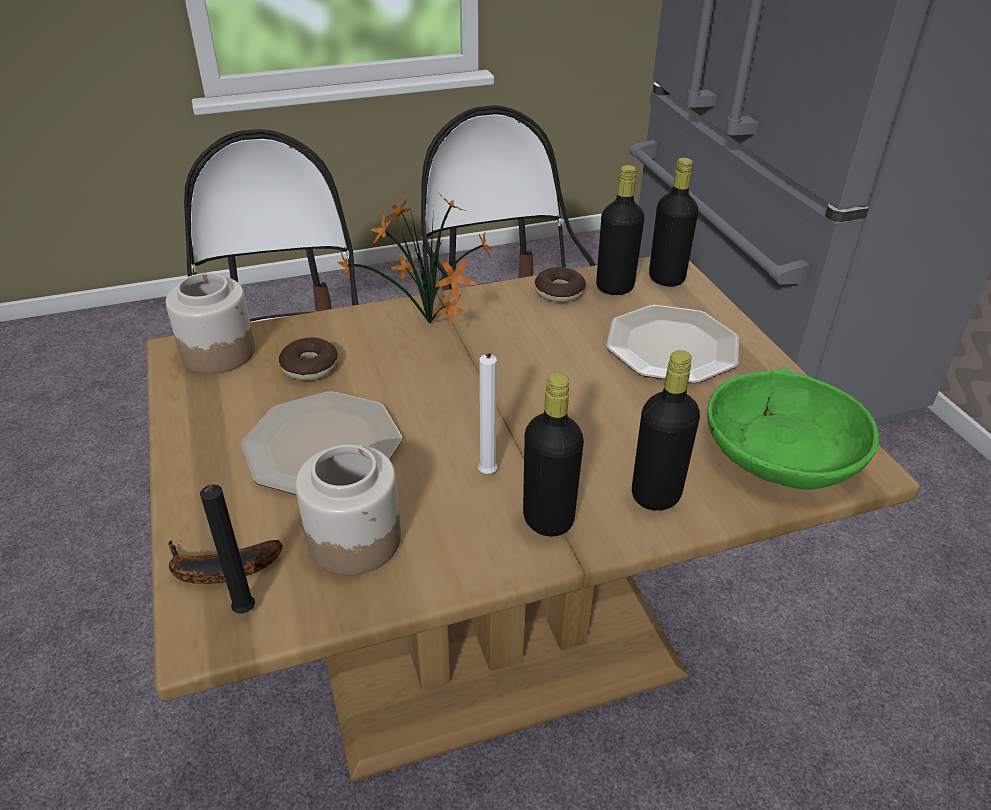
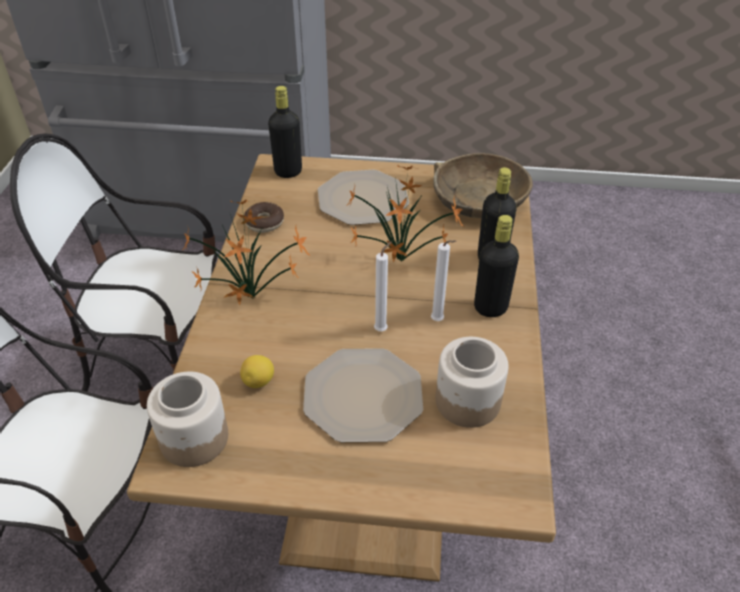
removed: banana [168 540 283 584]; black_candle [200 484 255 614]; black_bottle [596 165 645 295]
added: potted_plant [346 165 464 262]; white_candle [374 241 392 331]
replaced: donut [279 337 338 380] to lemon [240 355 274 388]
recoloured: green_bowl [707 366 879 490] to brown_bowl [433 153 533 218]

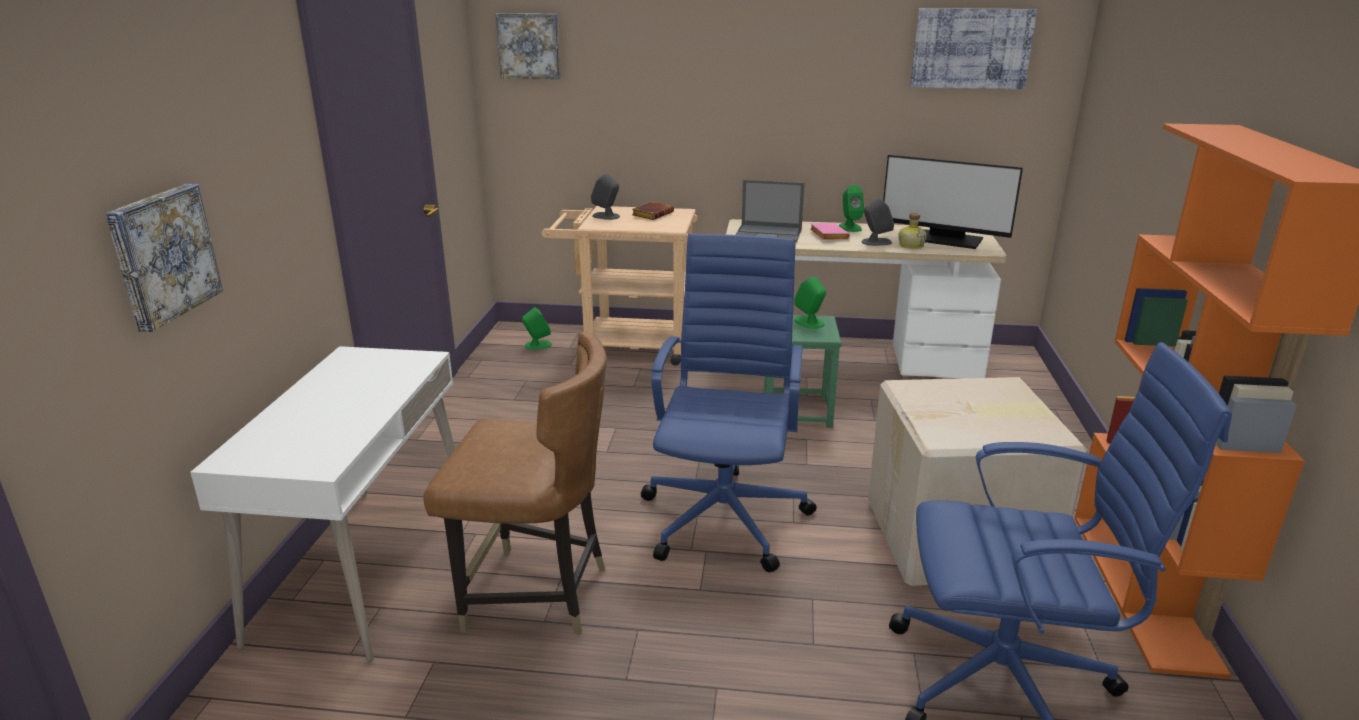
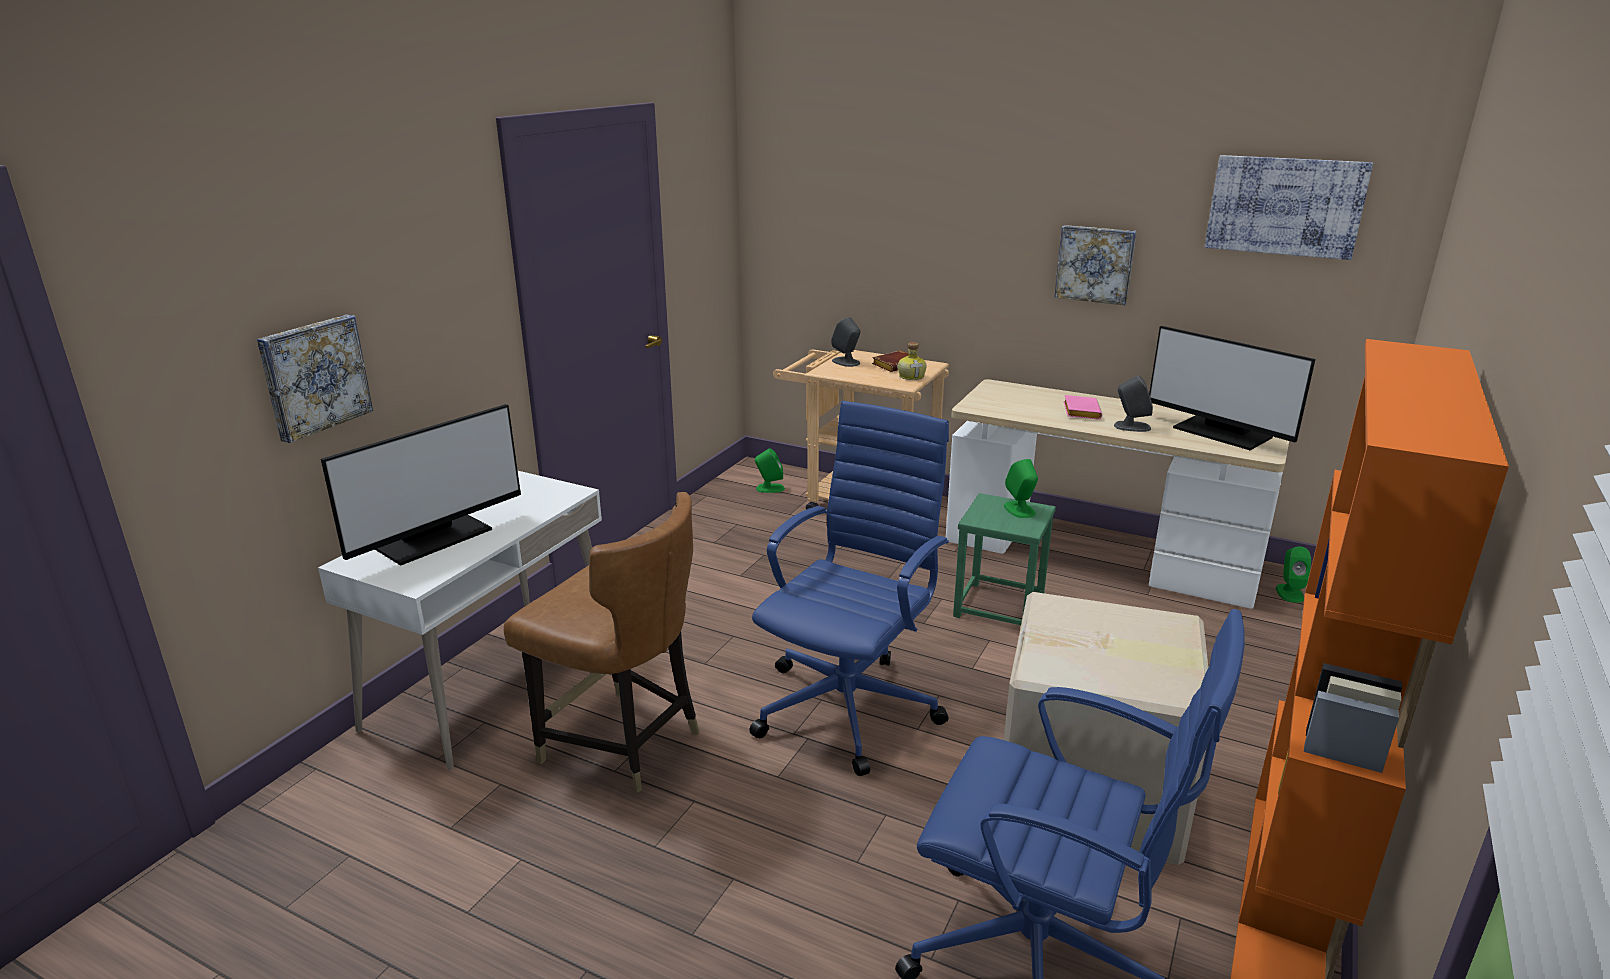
removed: laptop [735 180 804 242]
added: monitor [321 404 521 566]
moved: bottle [898 213 927 249] to [898 342 927 380]; picture [496 13 561 79] to [1054 225 1137 305]; green_speaker [839 185 864 232] to [1276 546 1311 603]

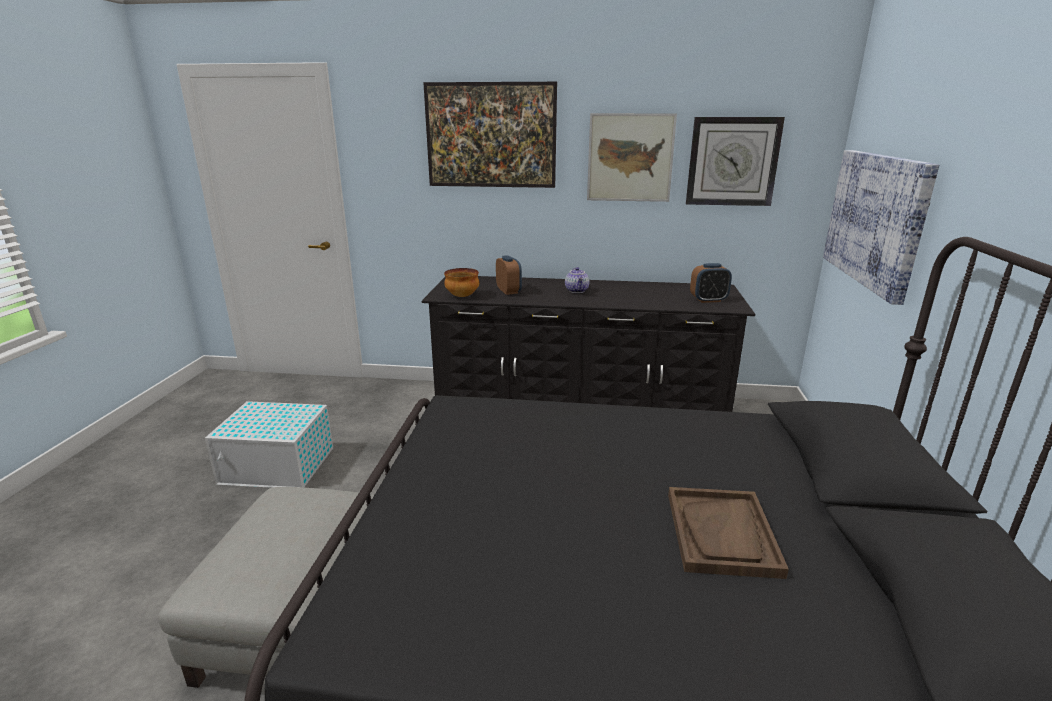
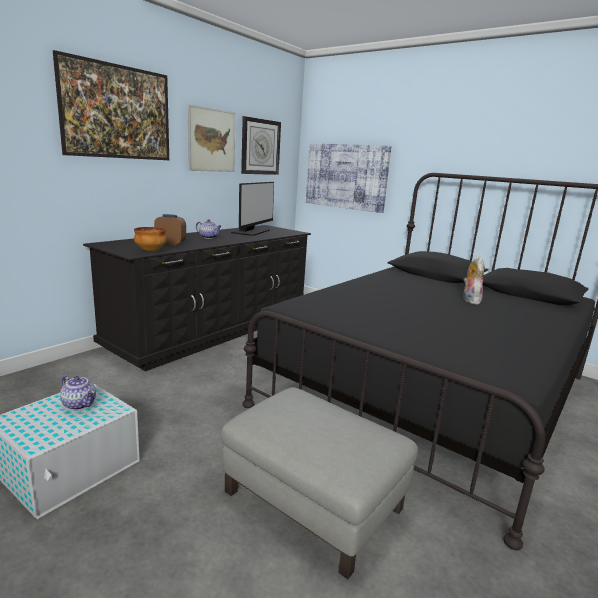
removed: alarm_clock [690 263 732 303]
added: teapot [60 375 96 410]; monitor [231 182 274 236]
replaced: brown_tray [668 487 789 579] to plush_toy [463 256 484 304]

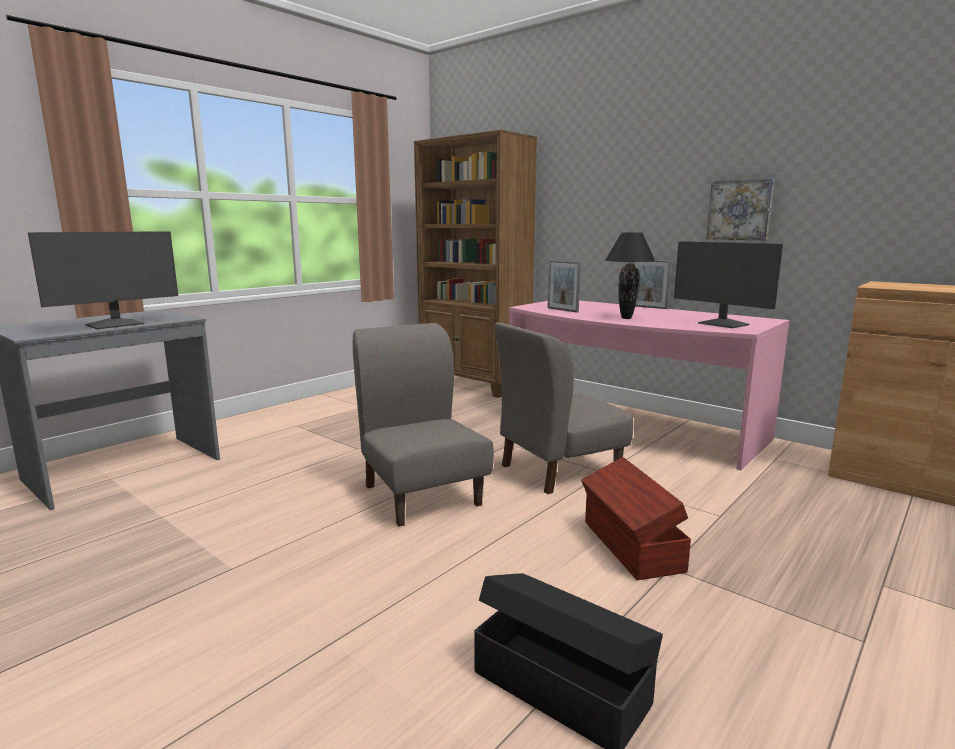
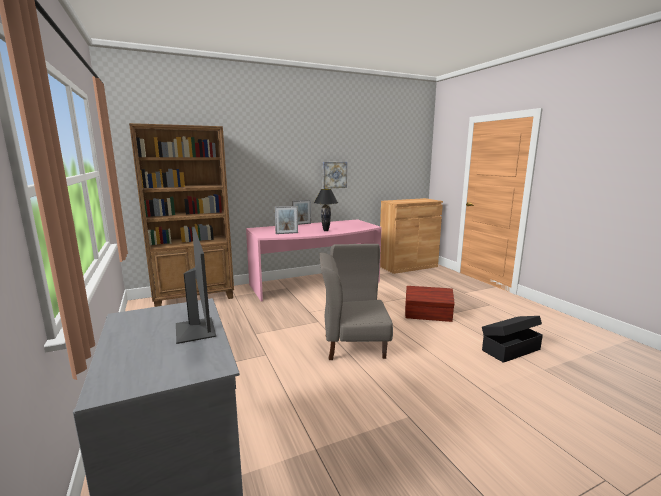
removed: monitor [674 241 783 328]

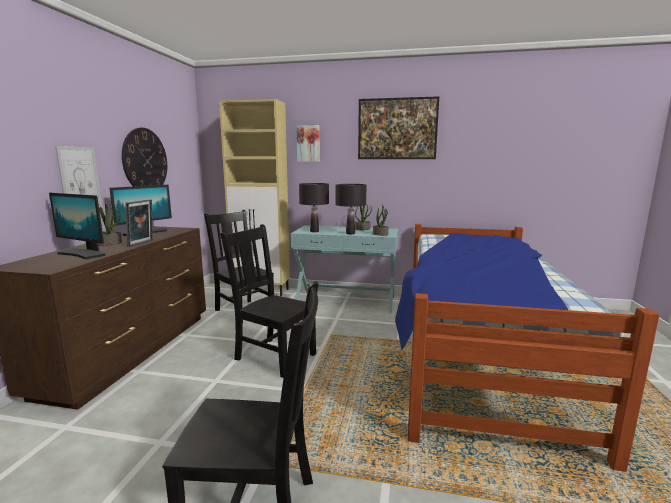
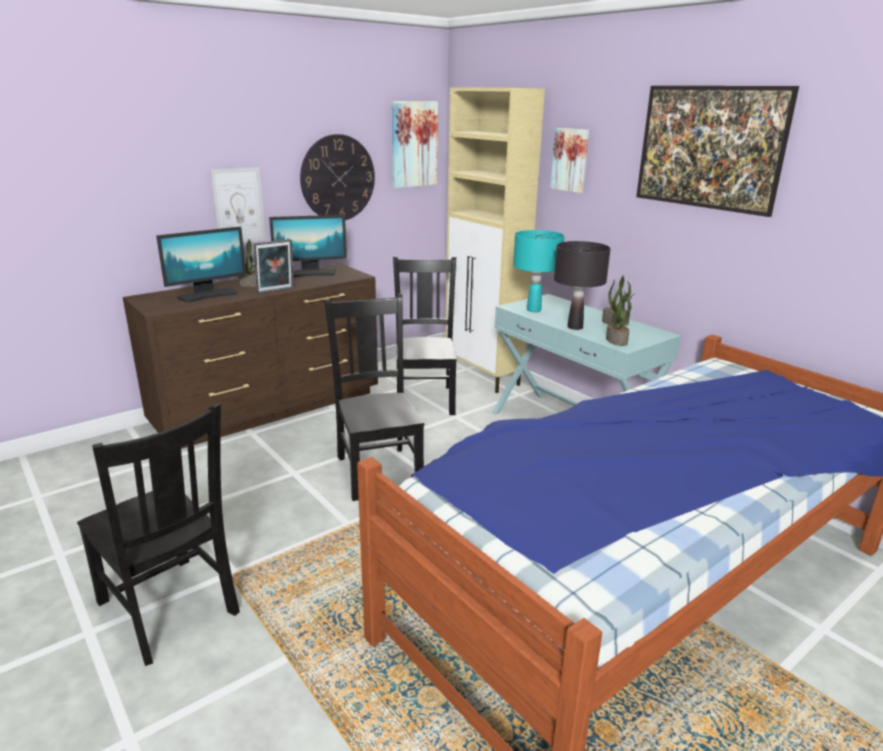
added: picture [392 101 438 188]
recoloured: black_table_lamp [299 183 329 232] to turquoise_table_lamp [513 230 564 312]
turned: monitor [49 193 106 260] = [156 226 246 303] 105 degrees counterclockwise

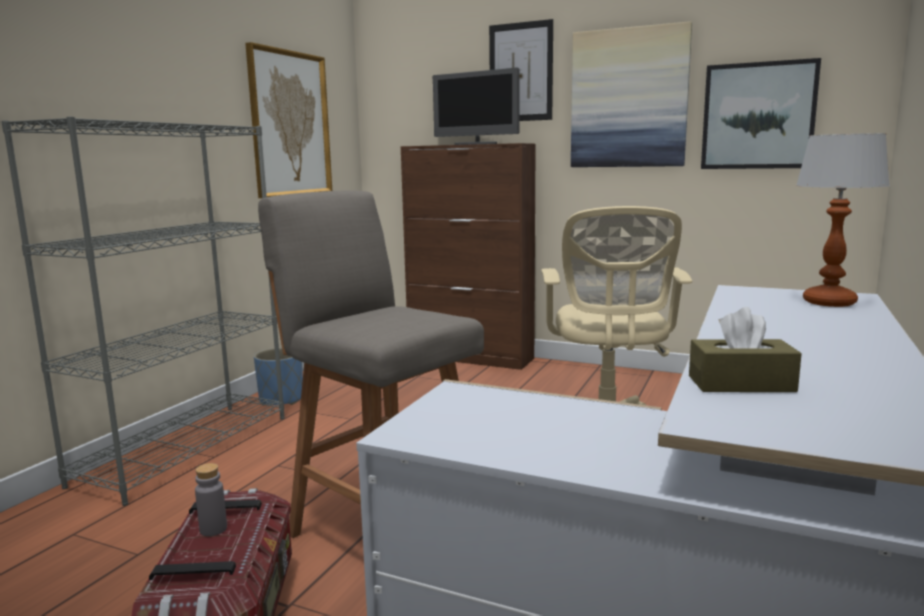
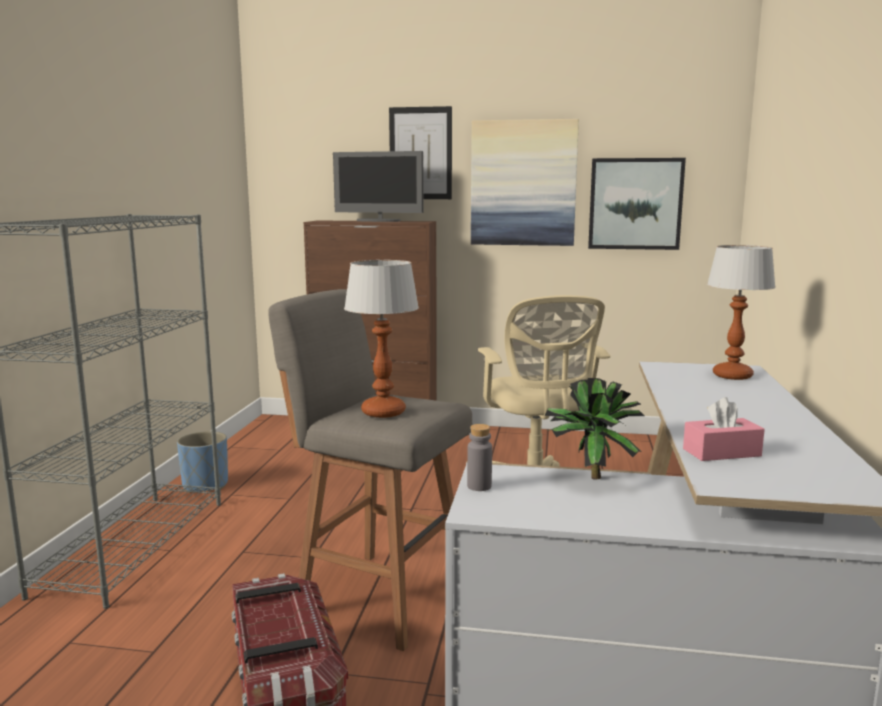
removed: picture [245 42 332 198]
added: table_lamp [344 260 419 418]; potted_plant [545 378 644 479]
moved: grey_bottle [195 463 227 536] to [467 424 492 491]
recoloured: brown_tissue_box [689 307 802 392] to pink_tissue_box [683 397 765 461]

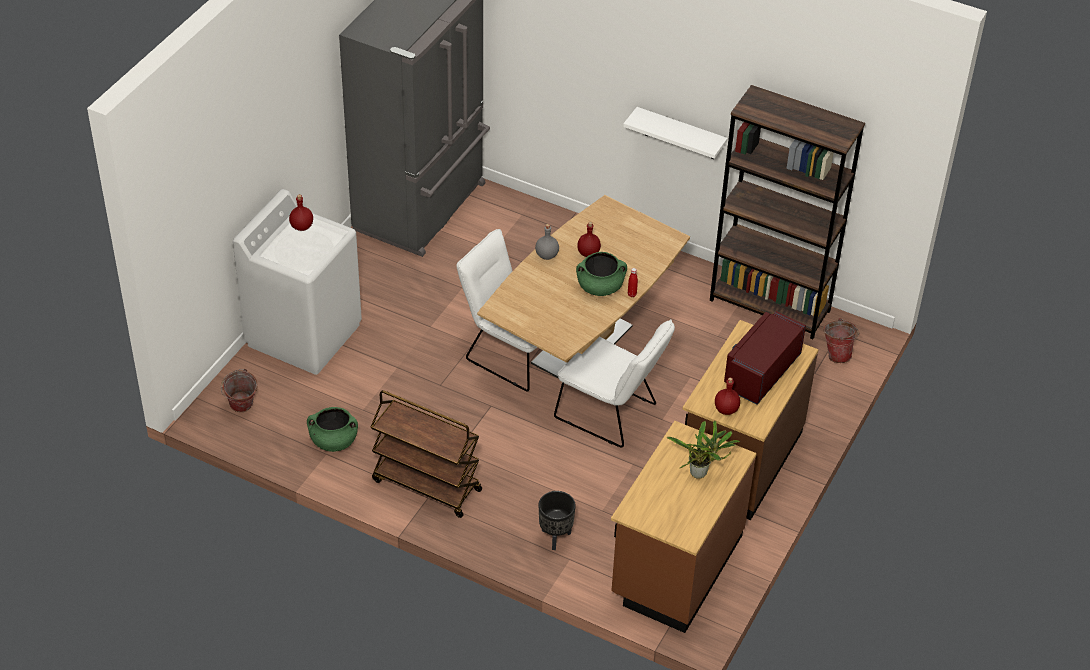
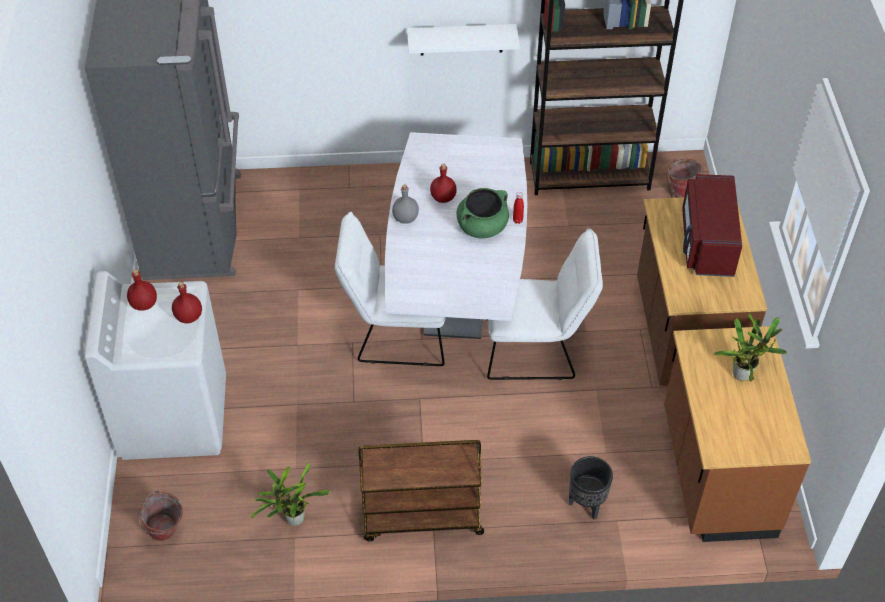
moved: red_bottle [715 378 740 415] to [172 282 202 323]
replaced: green_cooking_pot [307 407 358 452] to potted_plant [251 463 330 526]
recoloured: brown_dining_table [477 195 690 379] to white_dining_table [385 132 527 339]

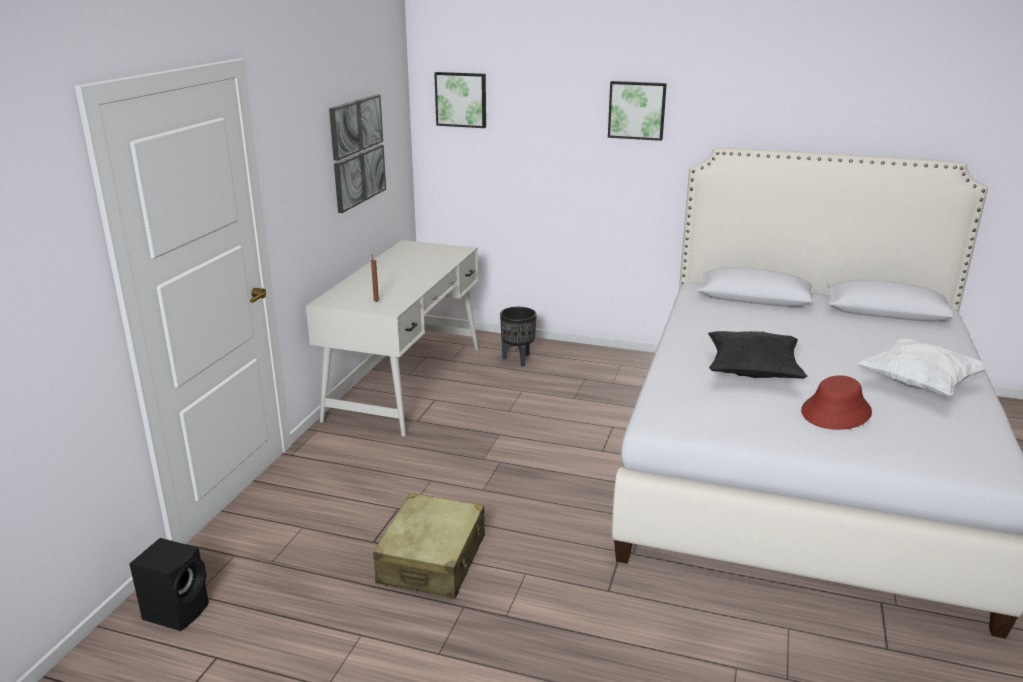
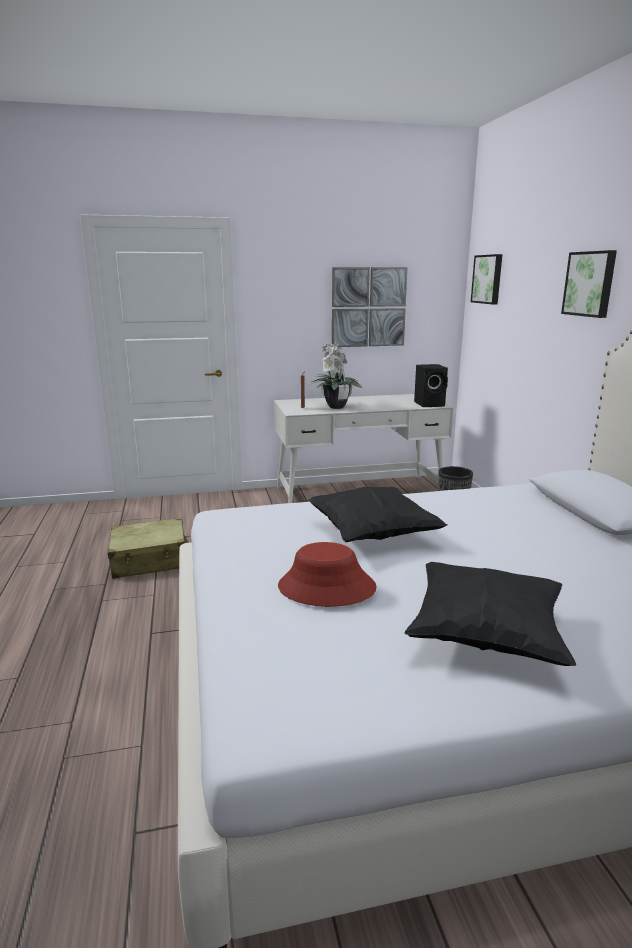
added: potted_plant [310 342 362 409]
moved: black_speaker [129 538 209 631] to [414 364 448 407]
recoloured: white_pillow [857 338 991 397] to black_pillow [405 562 576 666]

